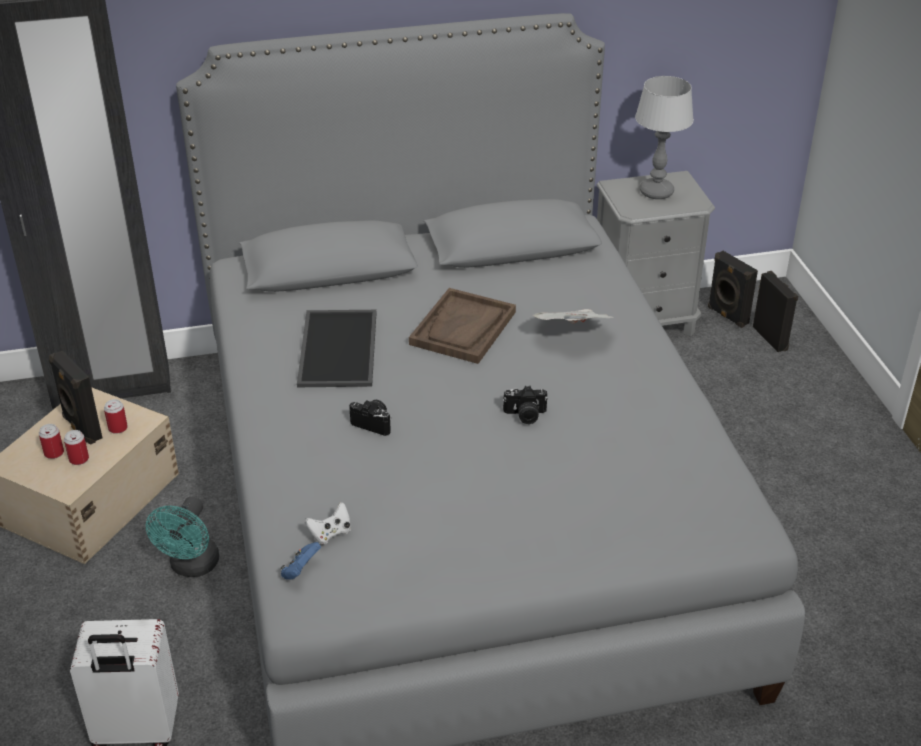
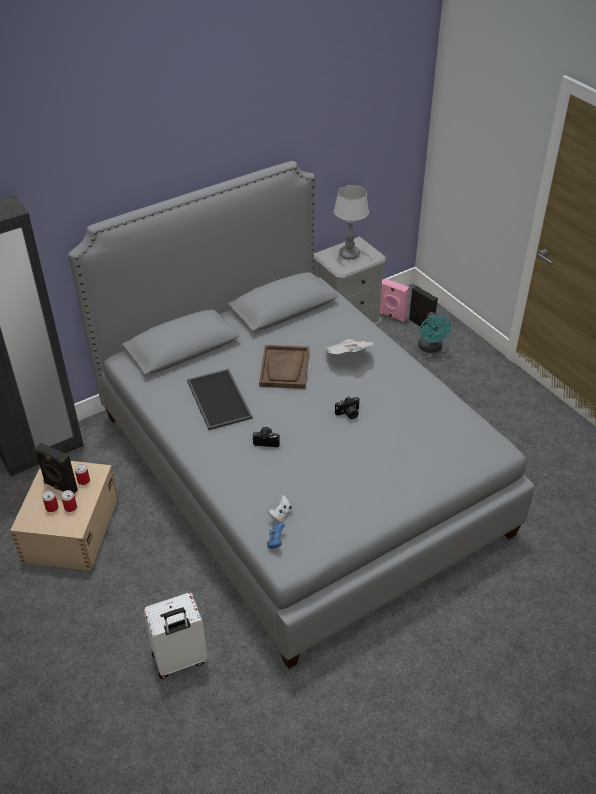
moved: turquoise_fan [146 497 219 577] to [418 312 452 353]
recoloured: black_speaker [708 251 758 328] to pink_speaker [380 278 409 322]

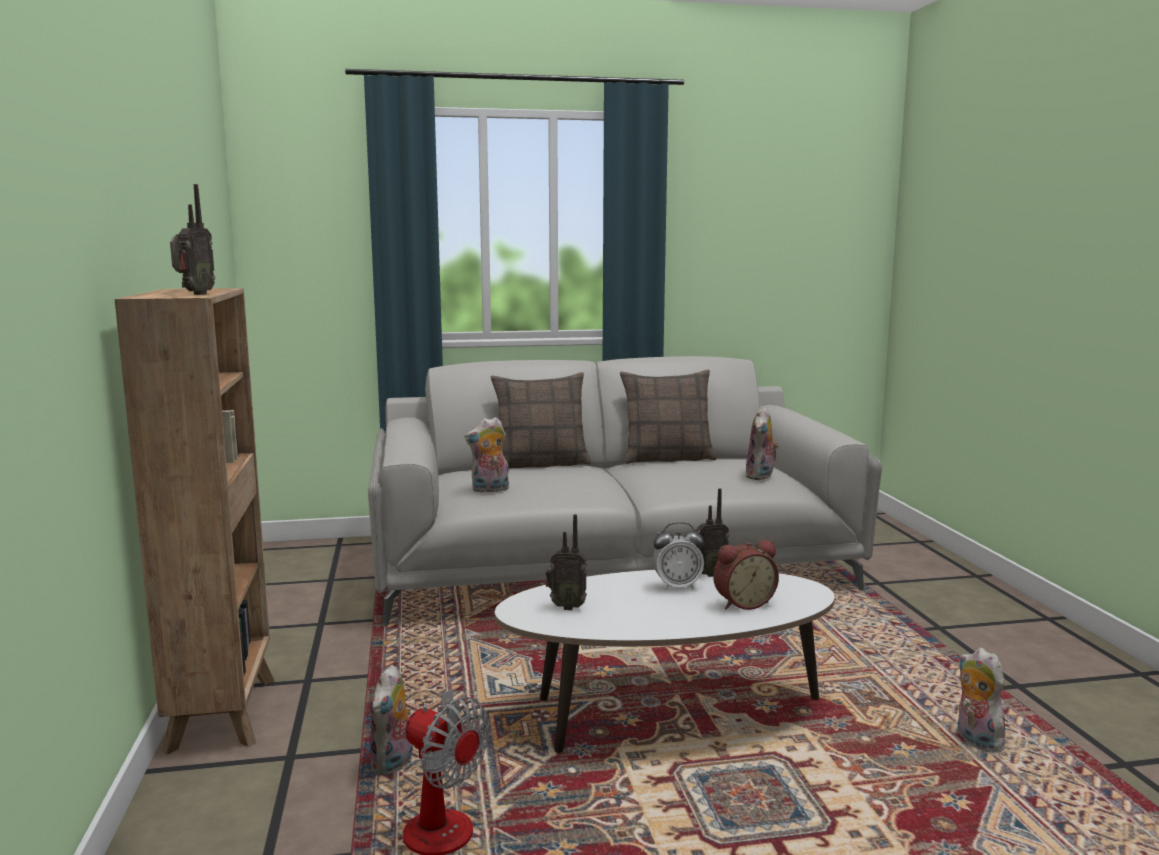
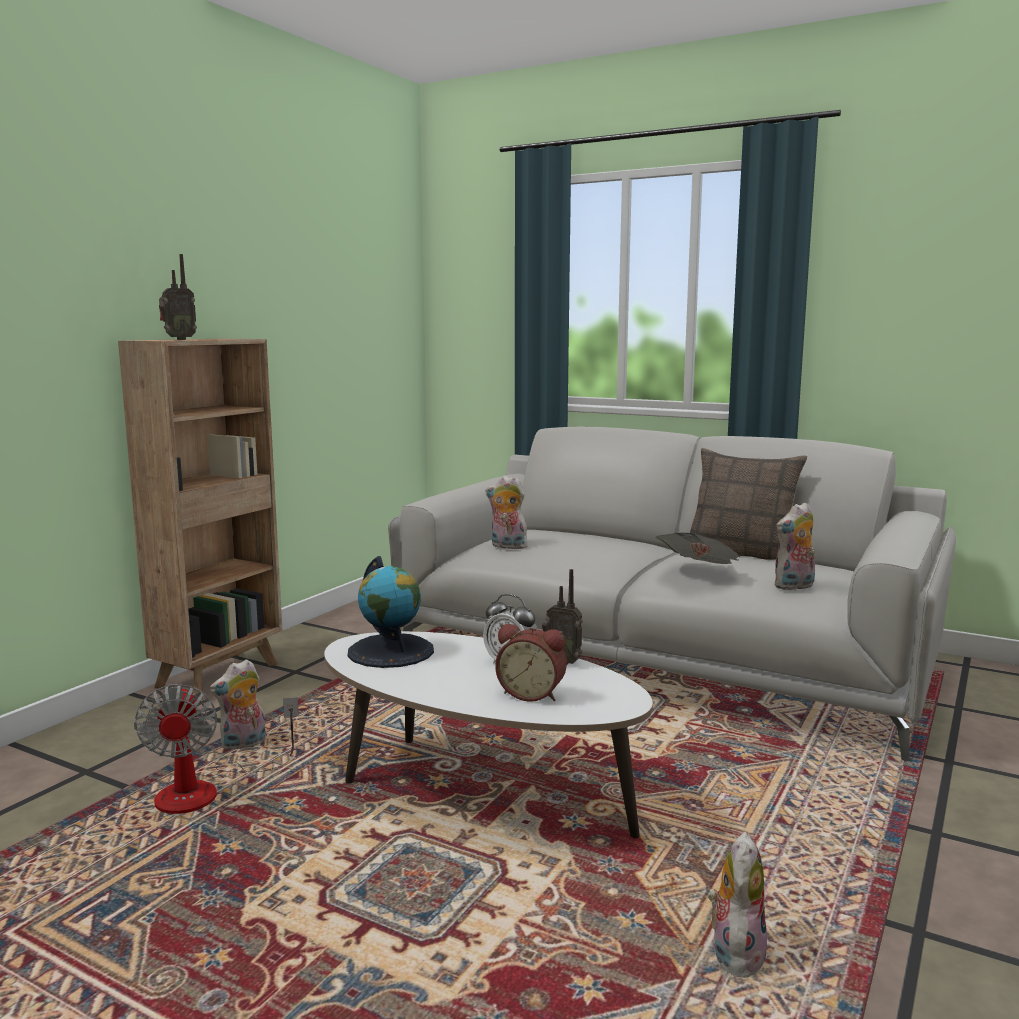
removed: pillow [491 372 592 469]
added: newspaper [656 533 740 564]
replaced: radio [546 514 587 610] to globe [348 556 434 668]

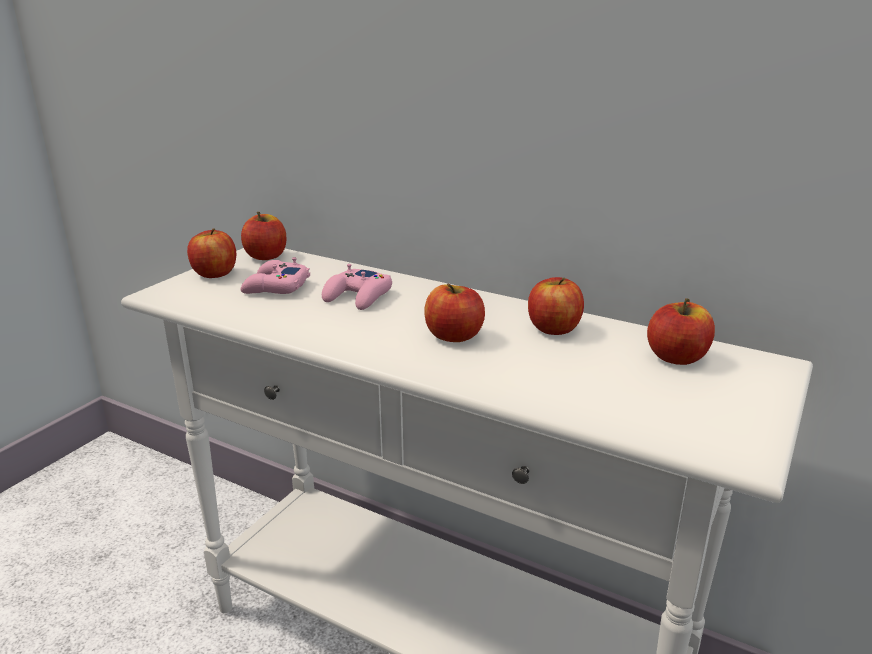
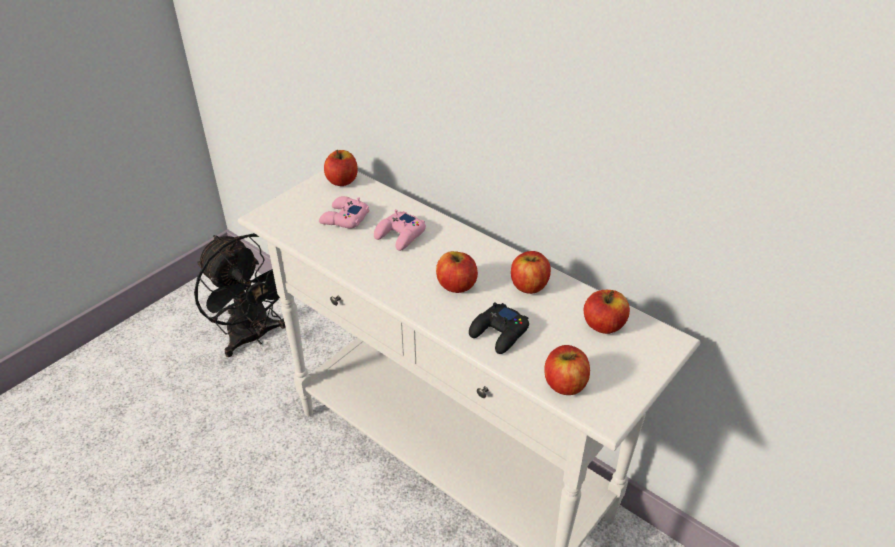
added: black_fan [194 233 286 357]; black_game_controller [469 303 529 354]
moved: apple [187 228 236 278] to [544 345 590 395]

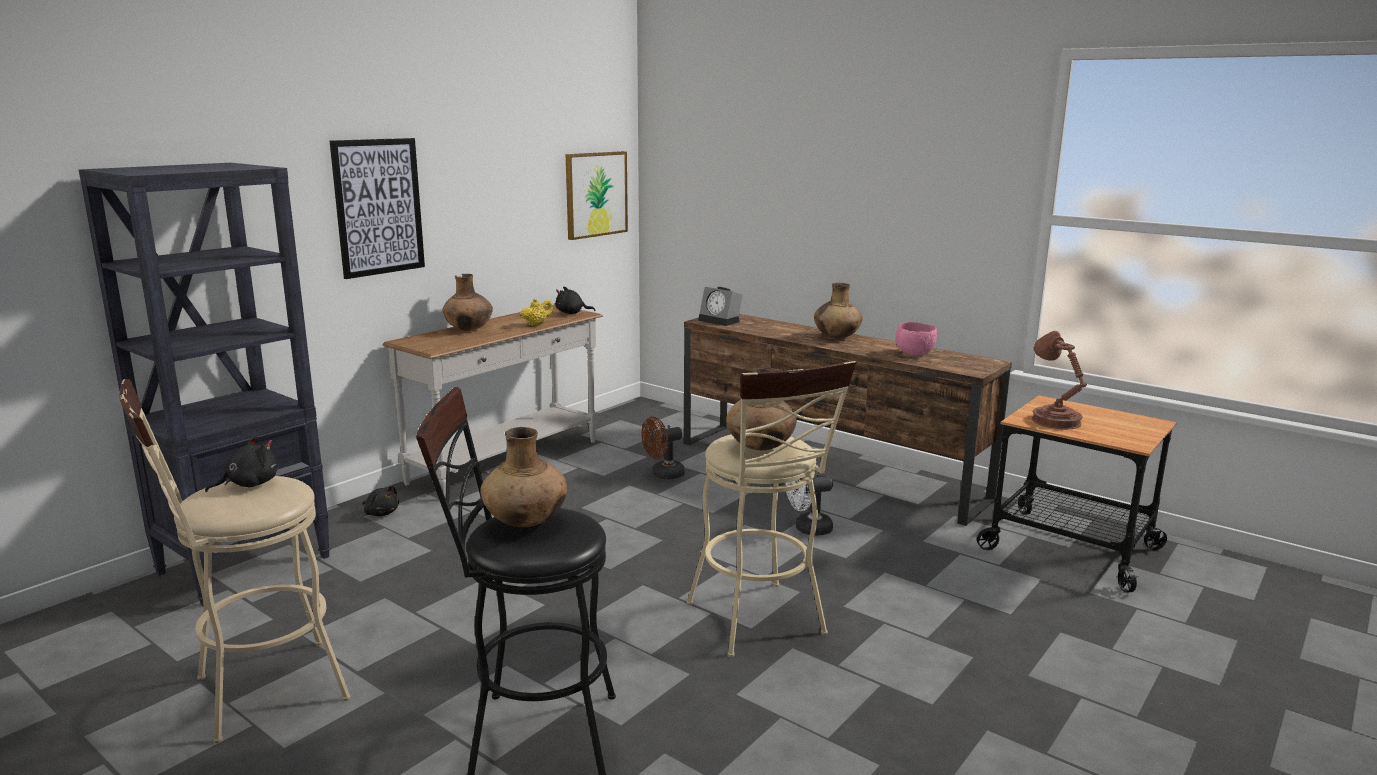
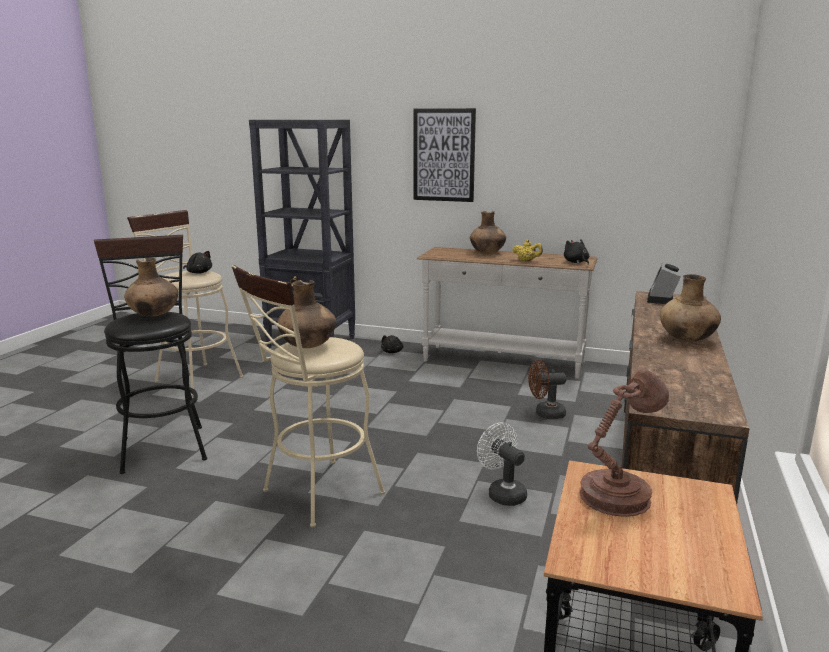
removed: picture [566 151 628 240]; pink_bowl [895 322 937 356]
turned: brown_fan [642 417 685 479] = [528 360 566 419] 45 degrees counterclockwise

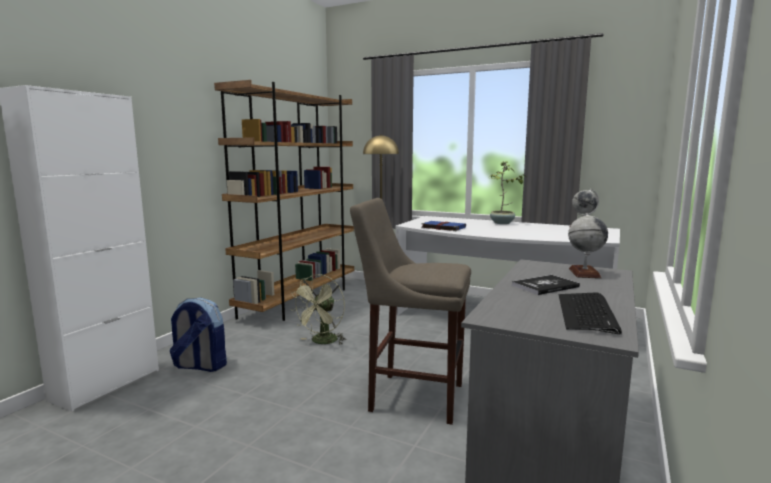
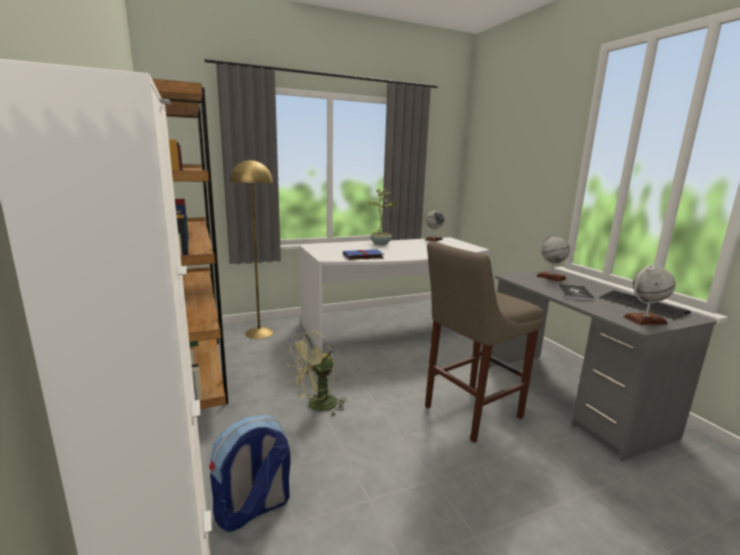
added: globe [623 265 676 325]
turned: green_fan [290 274 347 345] = [287 331 347 416] 75 degrees clockwise

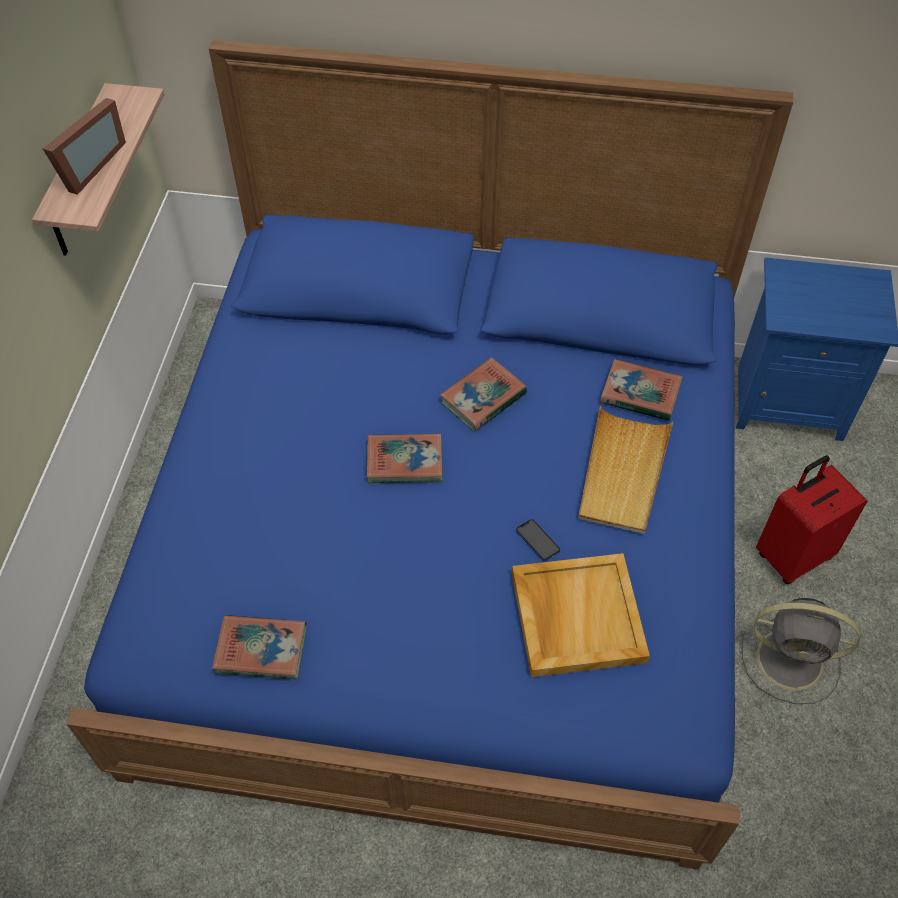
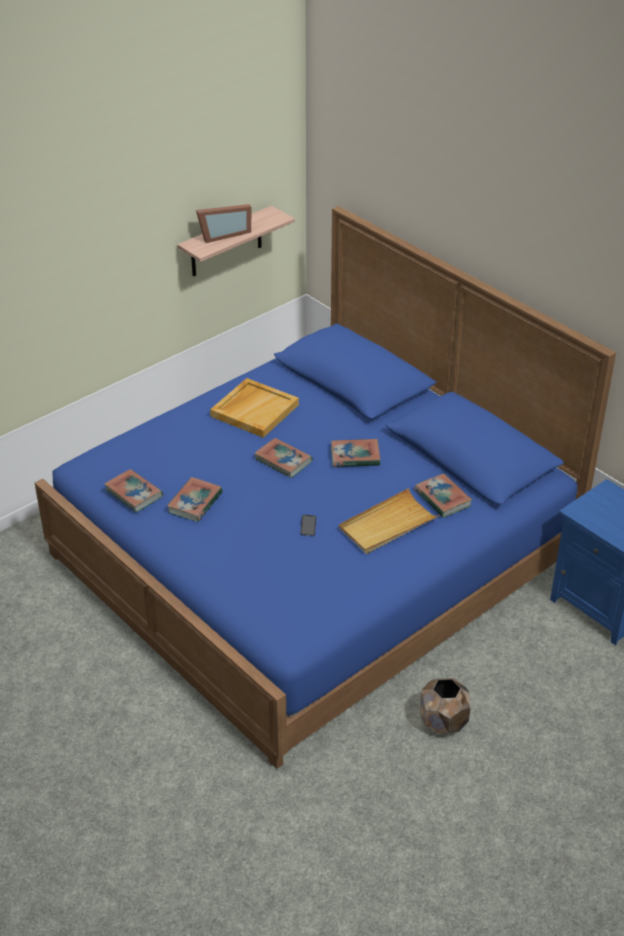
removed: red_suitcase [756 455 867 584]
added: book [167 477 223 522]
moved: beige_tray [512 553 650 677] to [210 378 299 438]
replaced: grey_fan [741 598 860 704] to brown_planter [420 678 471 733]

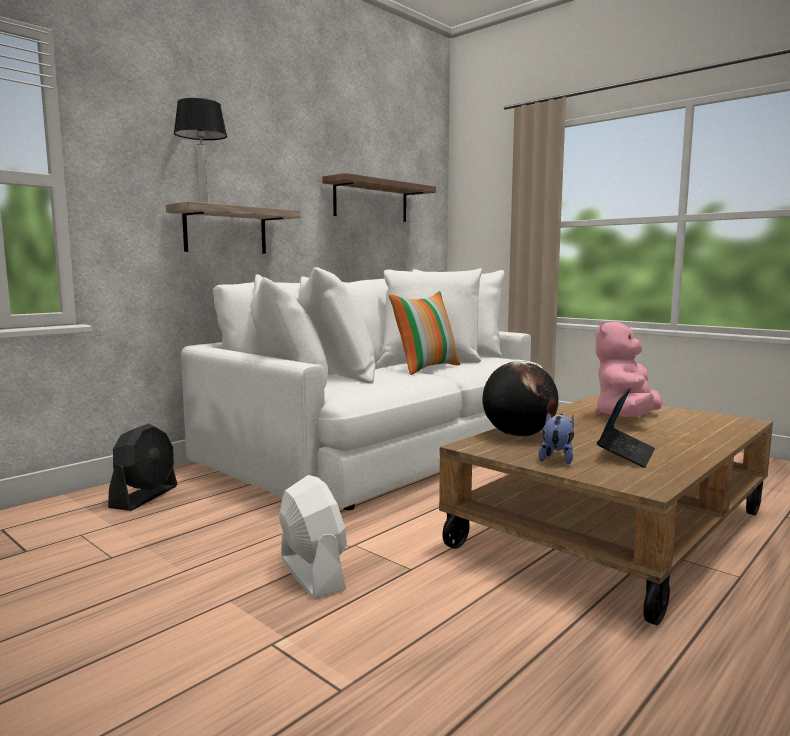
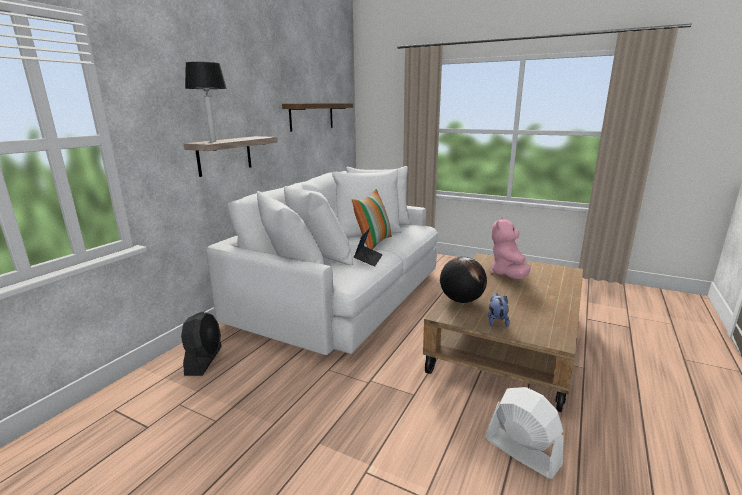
moved: laptop [597 388 655 468] to [354 228 383 267]; white_fan [279 475 347 598] to [485 387 563 479]

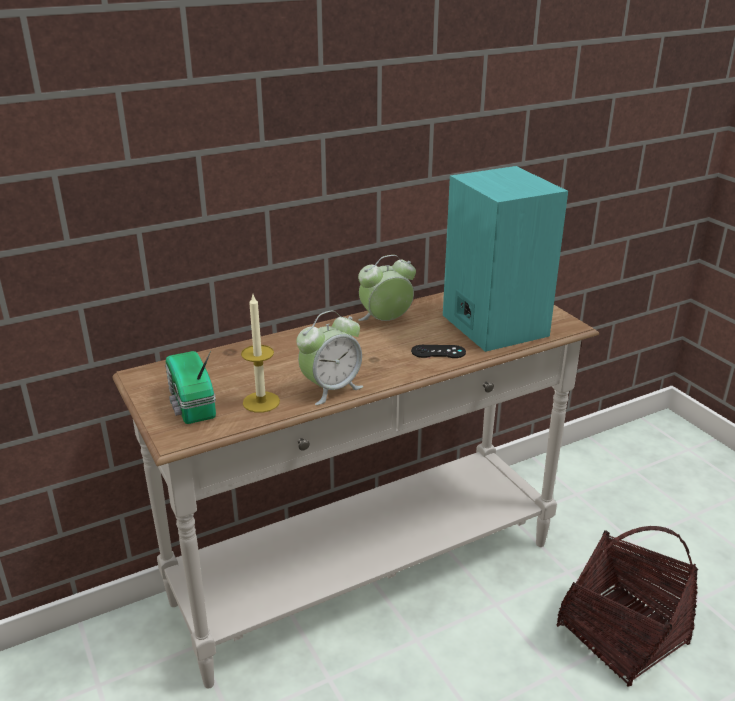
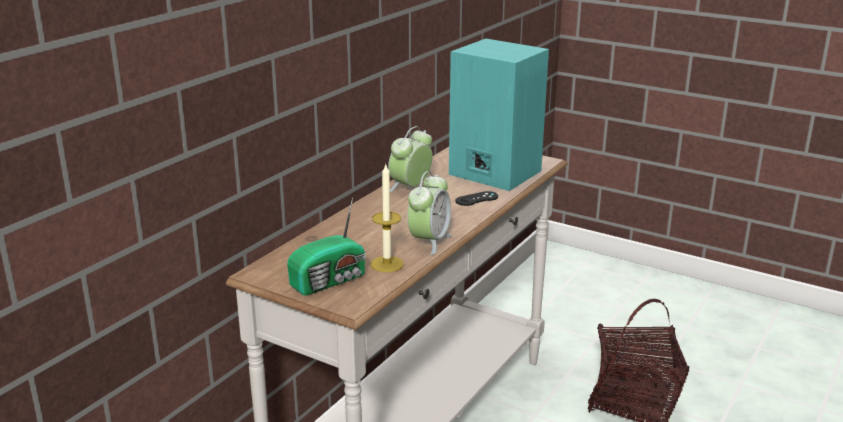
turned: radio [165 350 216 424] = [287 198 366 296] 75 degrees counterclockwise

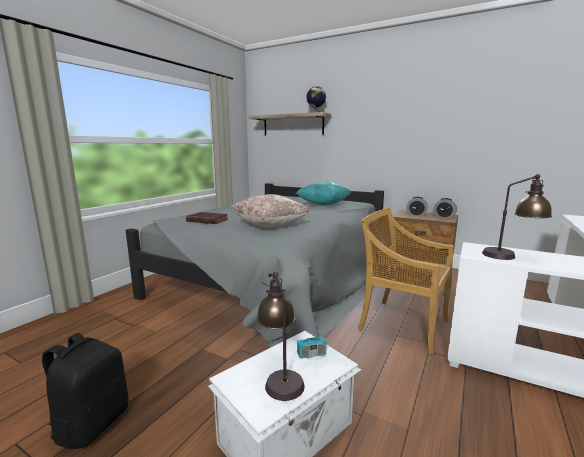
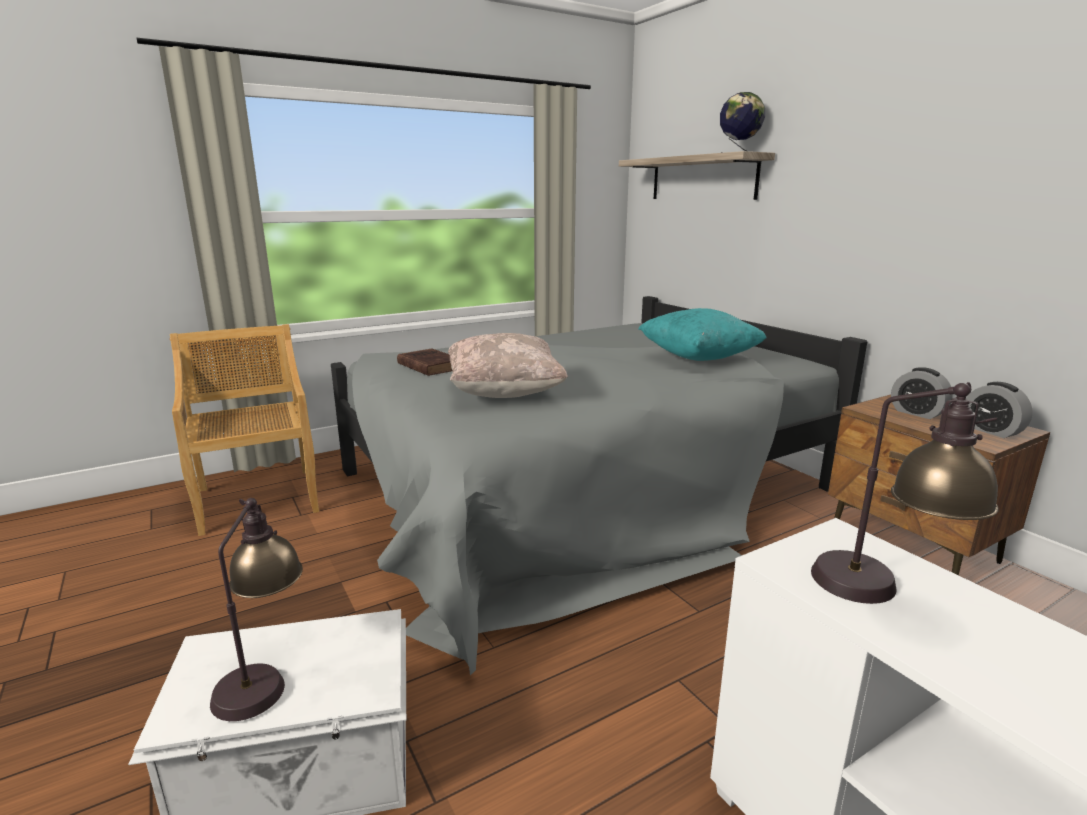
removed: black_backpack [42 333 128 449]; radio [297 322 326 359]
moved: beige_chair [358 207 454 354] to [170 324 319 536]

